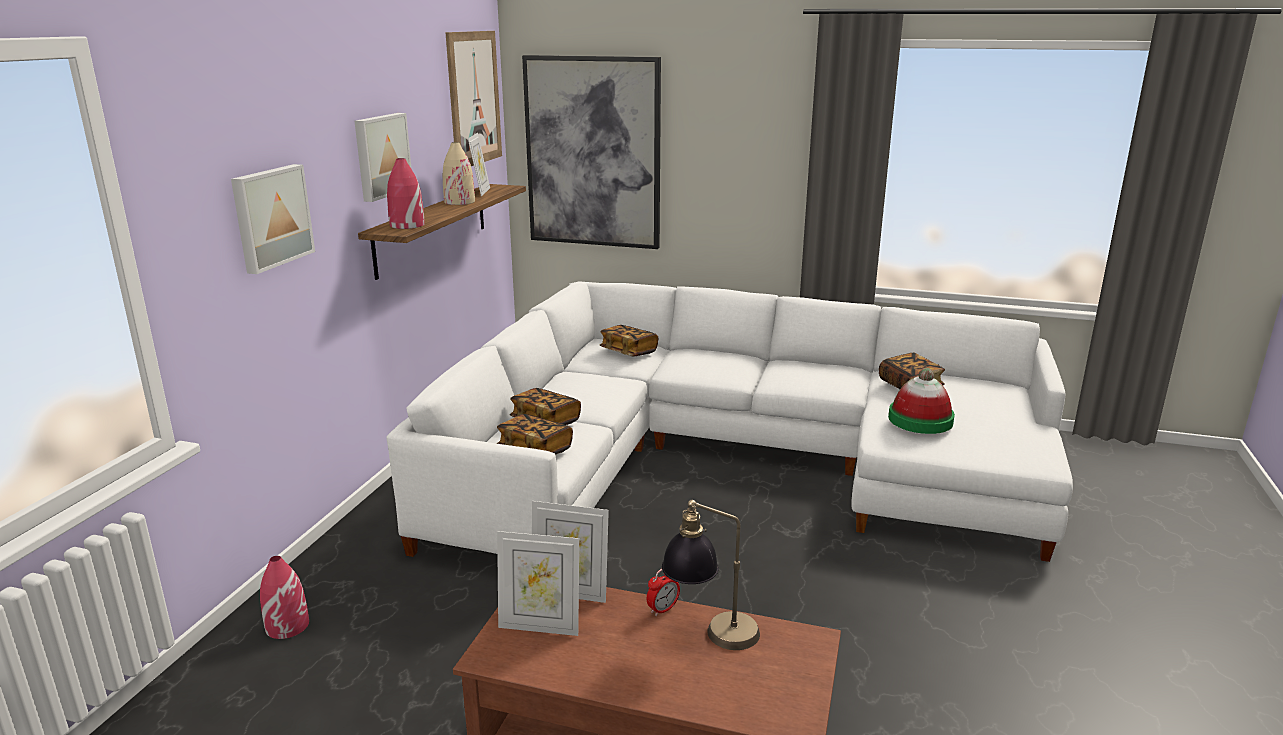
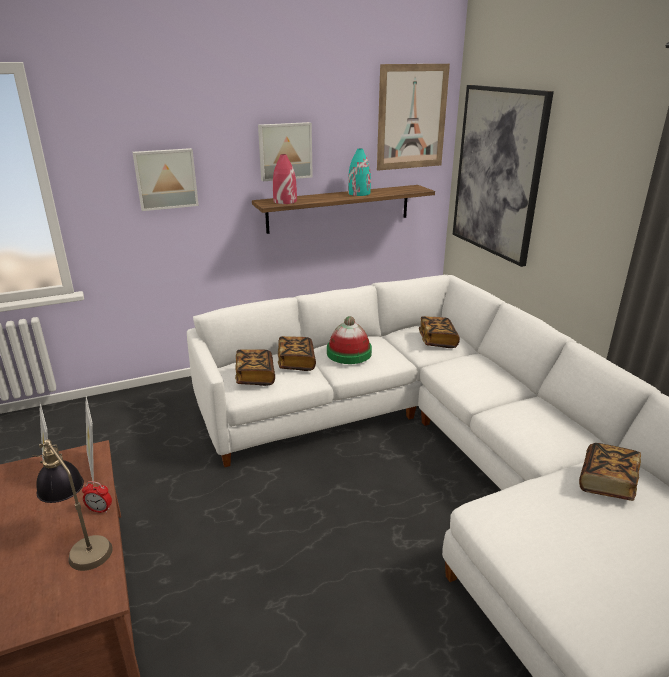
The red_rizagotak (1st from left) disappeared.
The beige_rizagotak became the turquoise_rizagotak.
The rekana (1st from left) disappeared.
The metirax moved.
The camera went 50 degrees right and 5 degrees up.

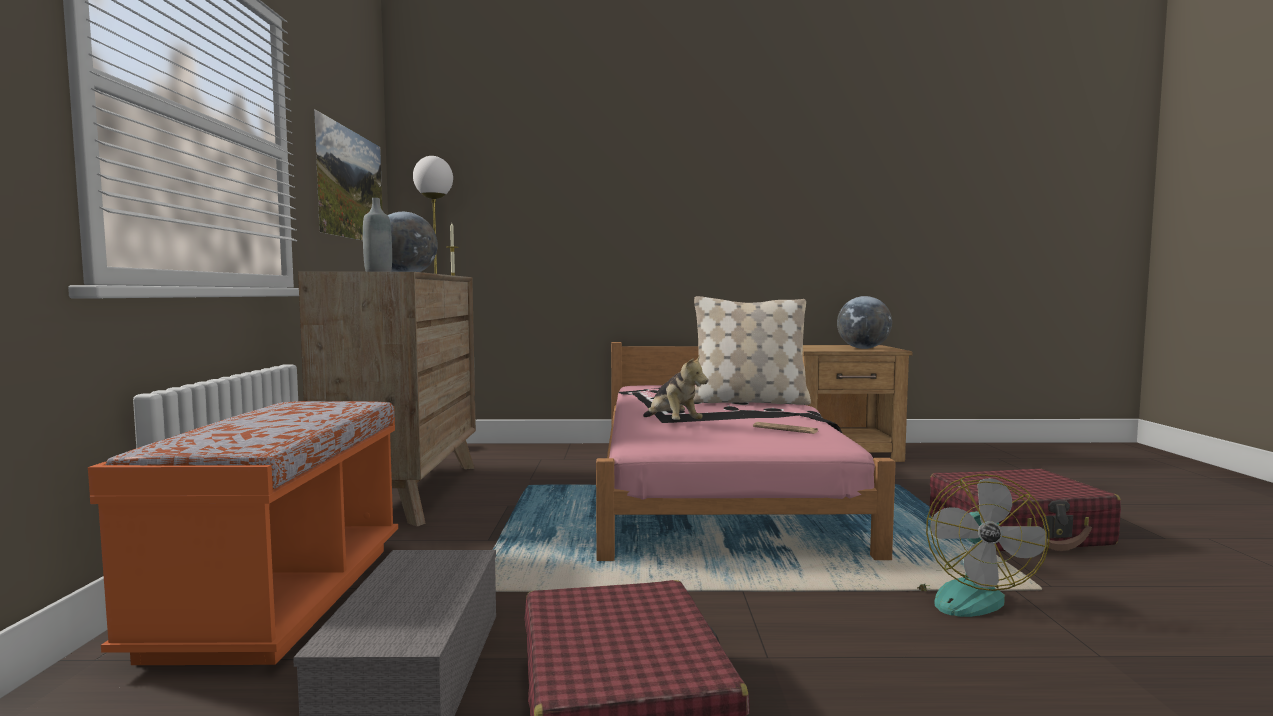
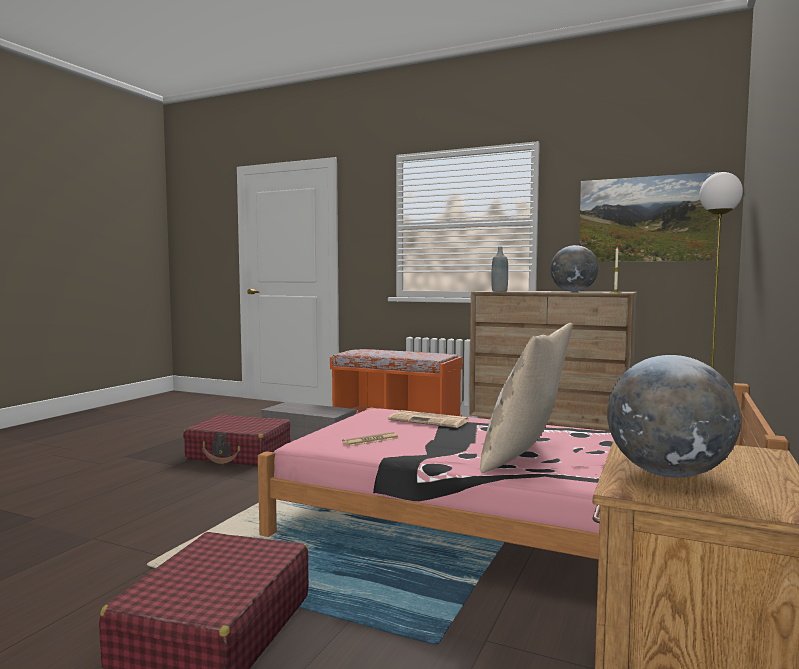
The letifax was replaced by the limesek (2nd from left).
The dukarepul disappeared.
The camera went 115 degrees right and 0 degrees up.

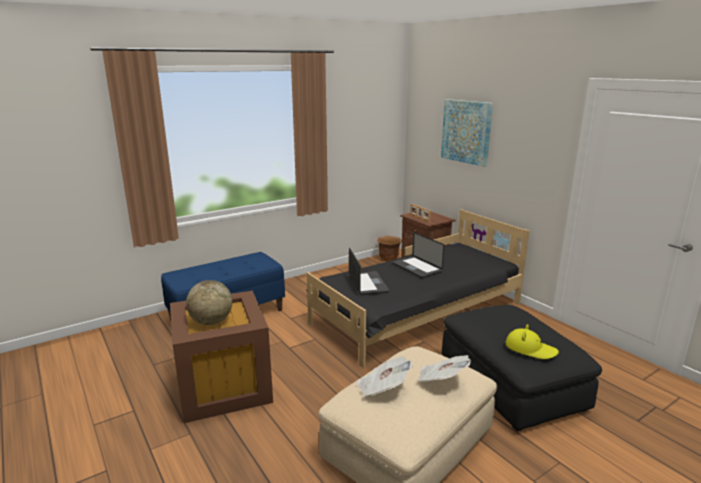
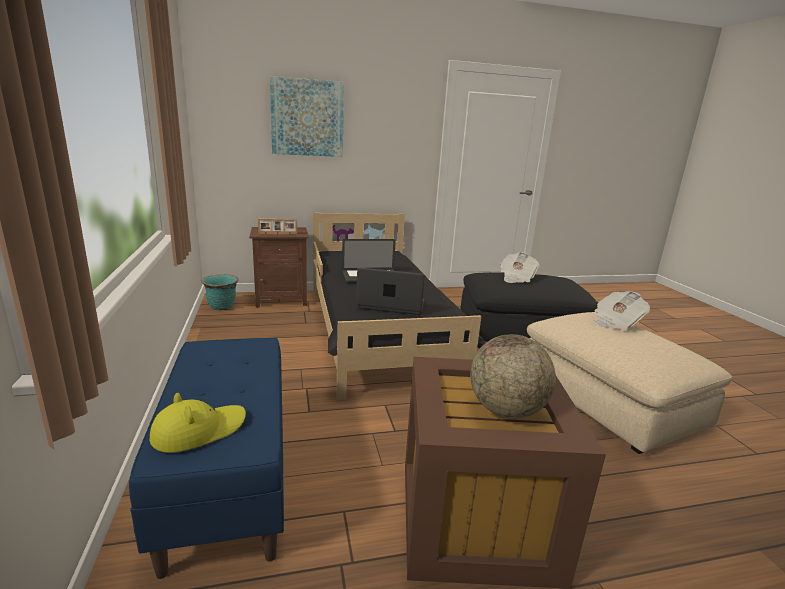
The limesek (1st from left) moved.
The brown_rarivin became the turquoise_rarivin.
The yellow_metirax moved.
The camera went 70 degrees left and 0 degrees up.

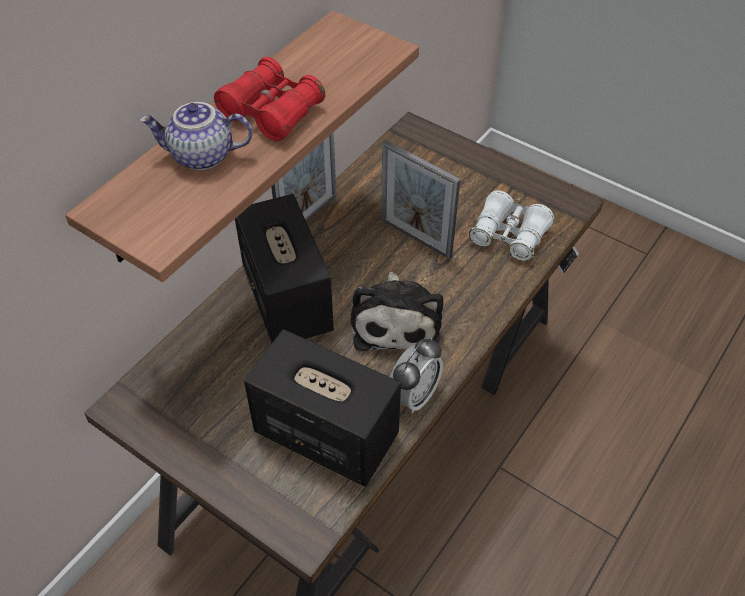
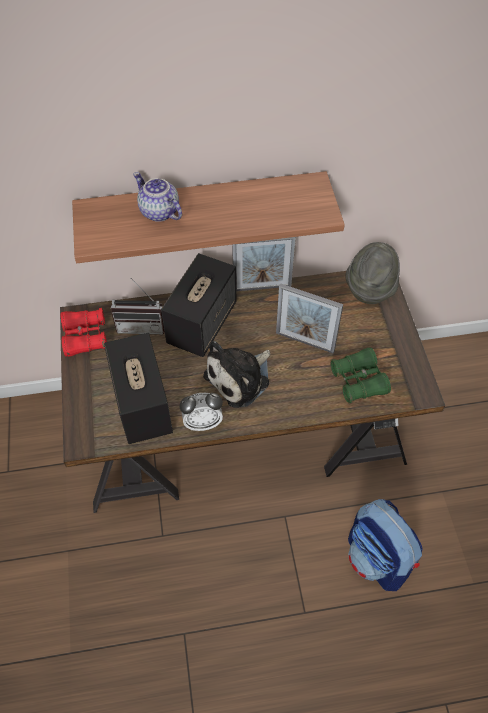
The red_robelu moved.
The rekana (2nd from left) turned 60 degrees counterclockwise.
The white_robelu became the green_robelu.
The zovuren appeared.
The grey_metirax appeared.
The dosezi appeared.
The camera went 45 degrees right and 5 degrees up.

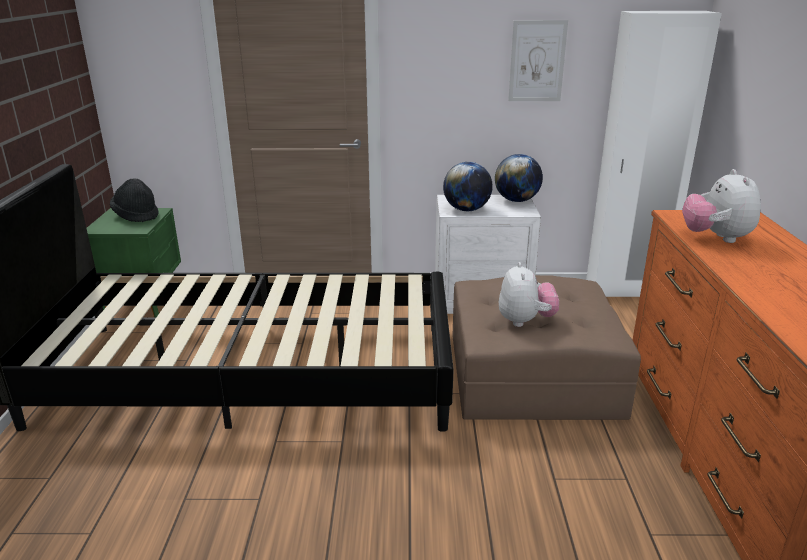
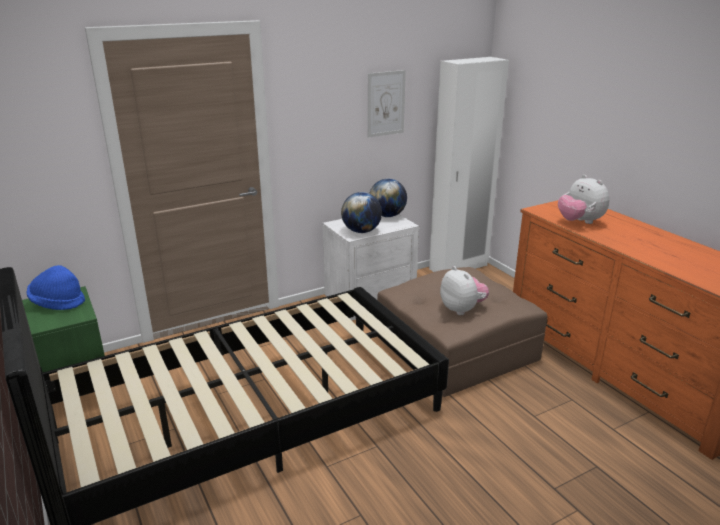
The black_metirax became the blue_metirax.
The camera went 30 degrees left and 0 degrees up.

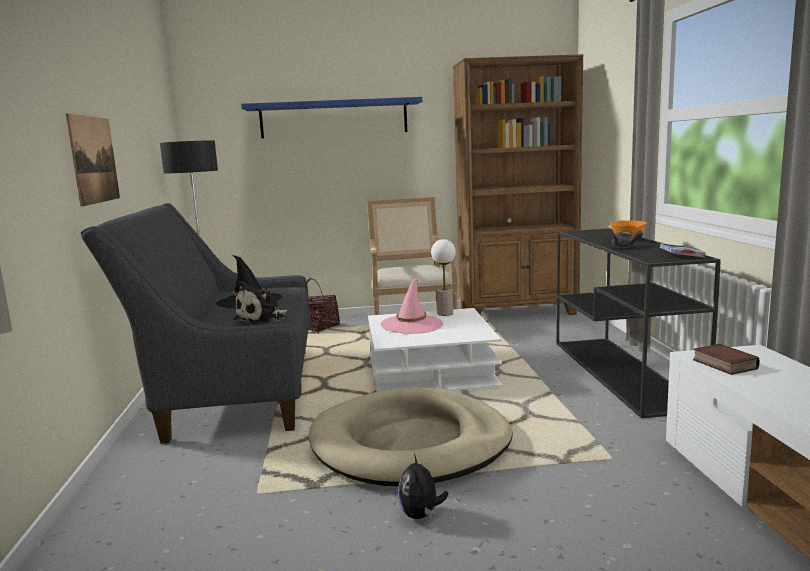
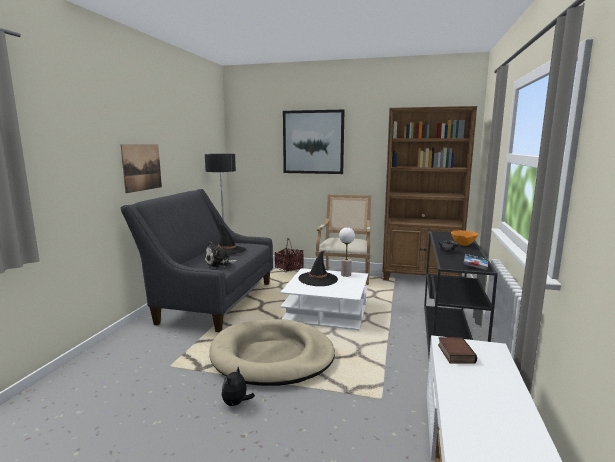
The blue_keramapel was replaced by the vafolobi (2nd from left).
The pink_metirax became the black_metirax (2nd from left).
The camera went 20 degrees right and 0 degrees up.

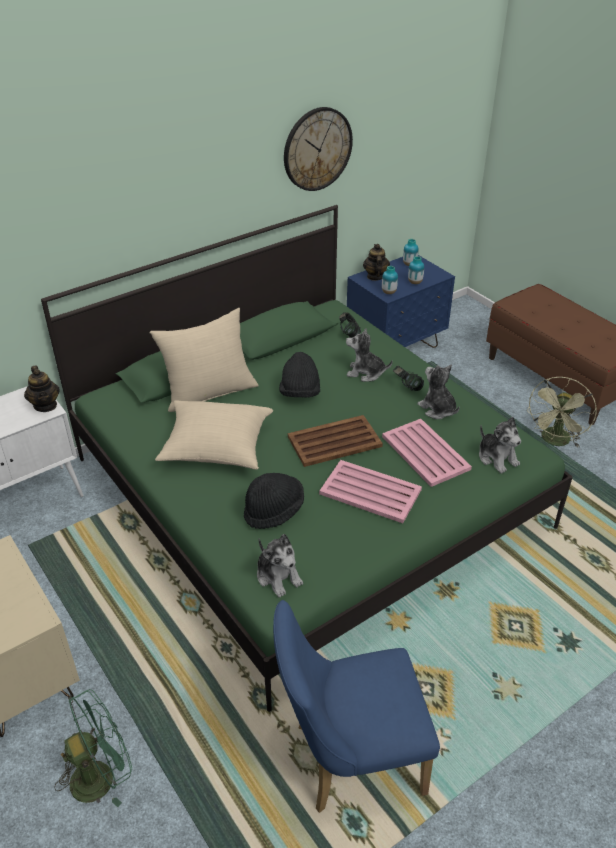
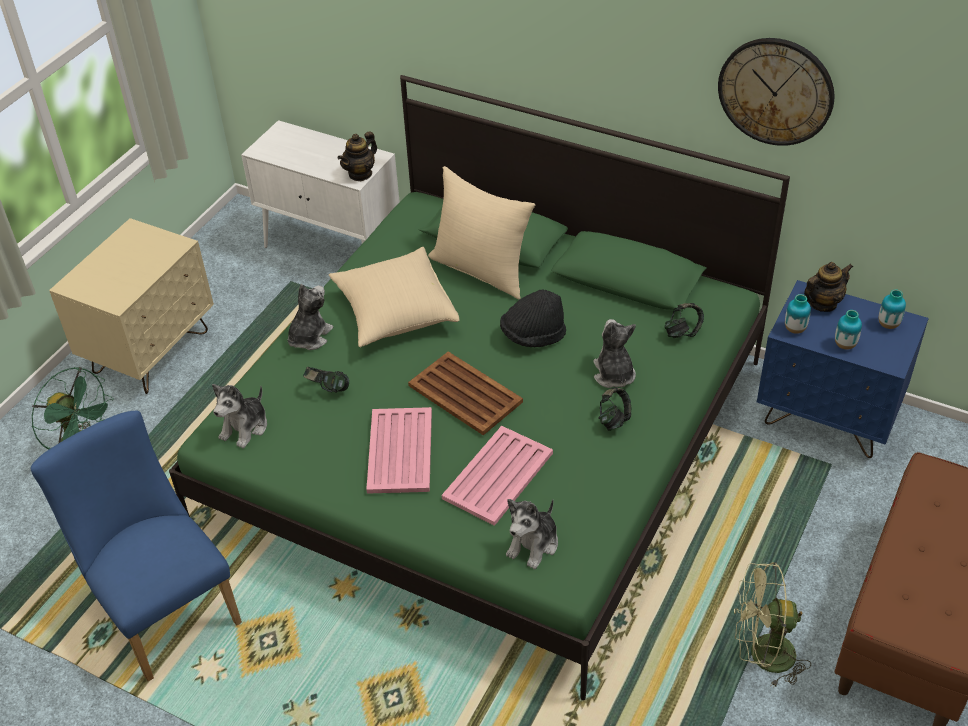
The black_metirax (1st from left) was replaced by the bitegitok (1st from left).
The letifax (3rd from left in the first image) moved.
The camera went 65 degrees right and 5 degrees up.

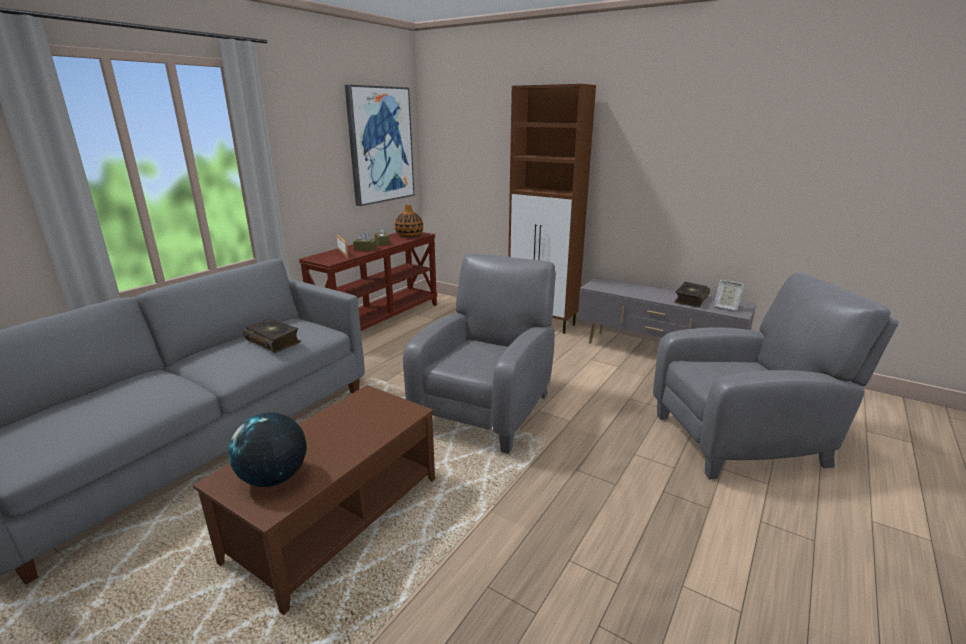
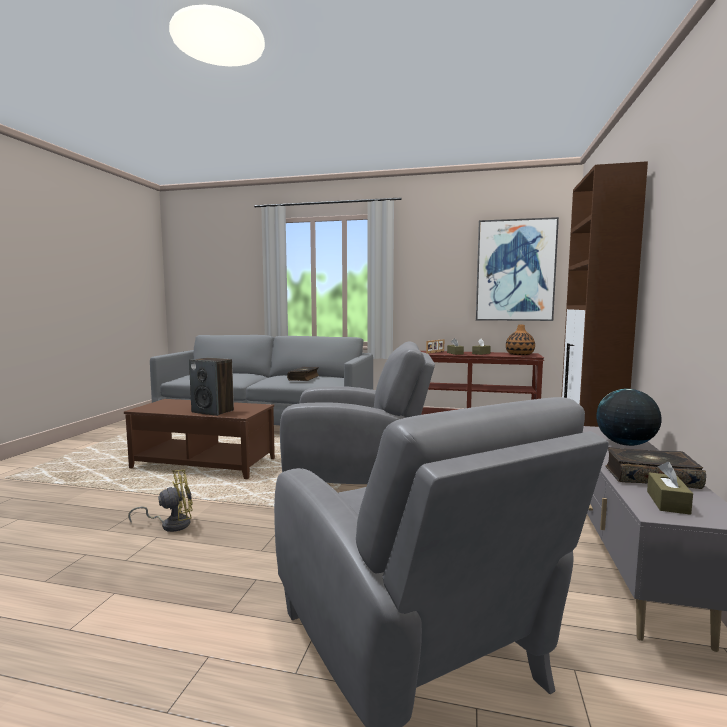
The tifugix moved.
The rekana (2nd from left) was replaced by the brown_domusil (3rd from left).
The yellow_dukarepul appeared.
The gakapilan appeared.
The camera went 70 degrees right and 15 degrees down.

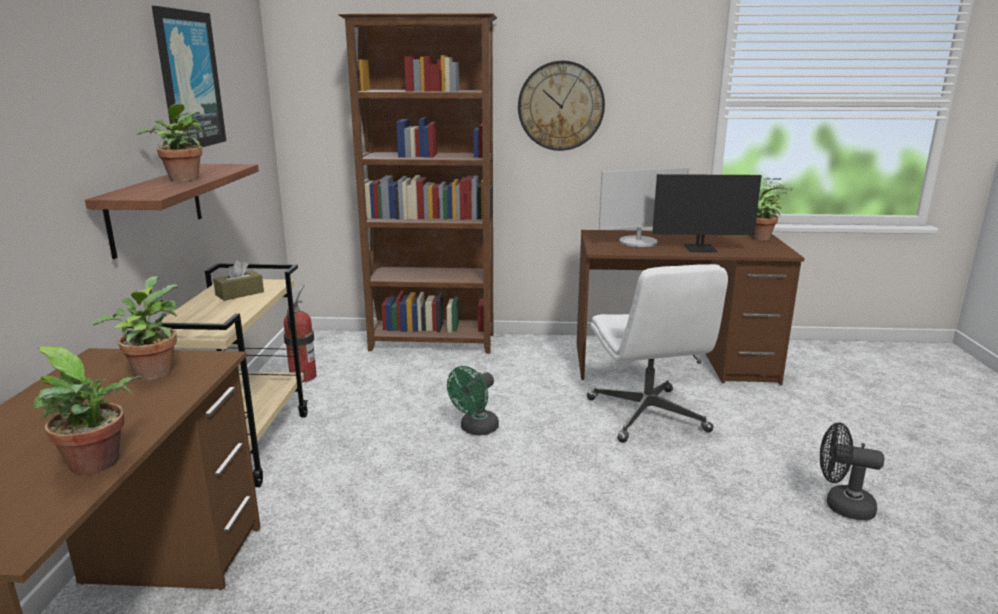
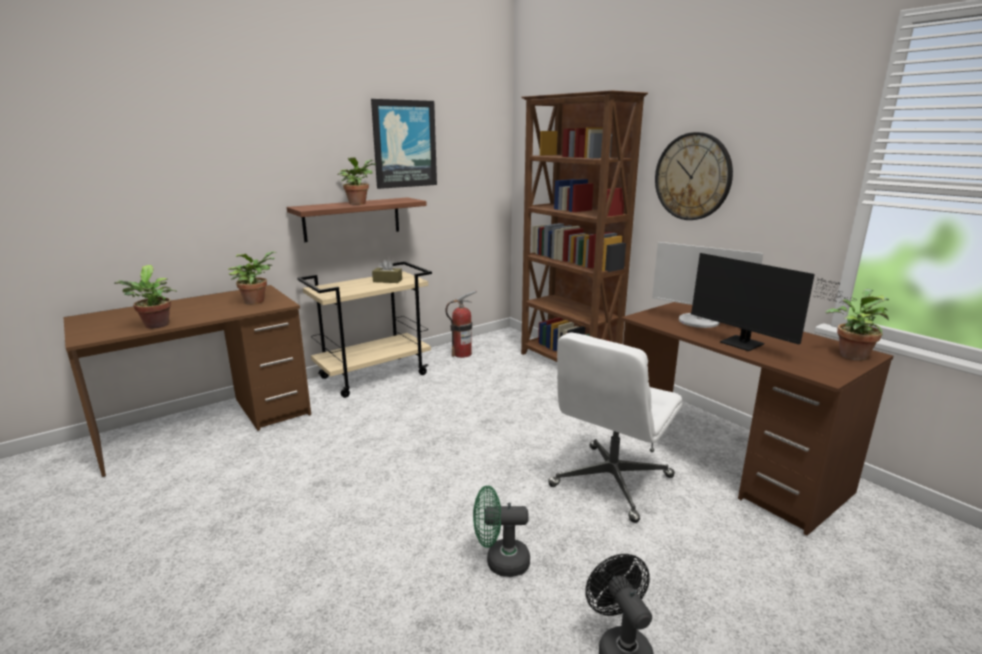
The green_dukarepul moved.
The camera went 50 degrees right and 0 degrees up.

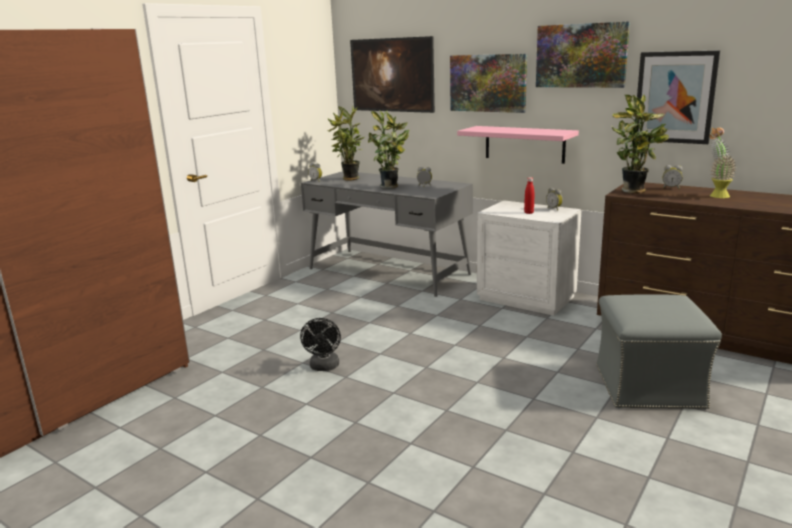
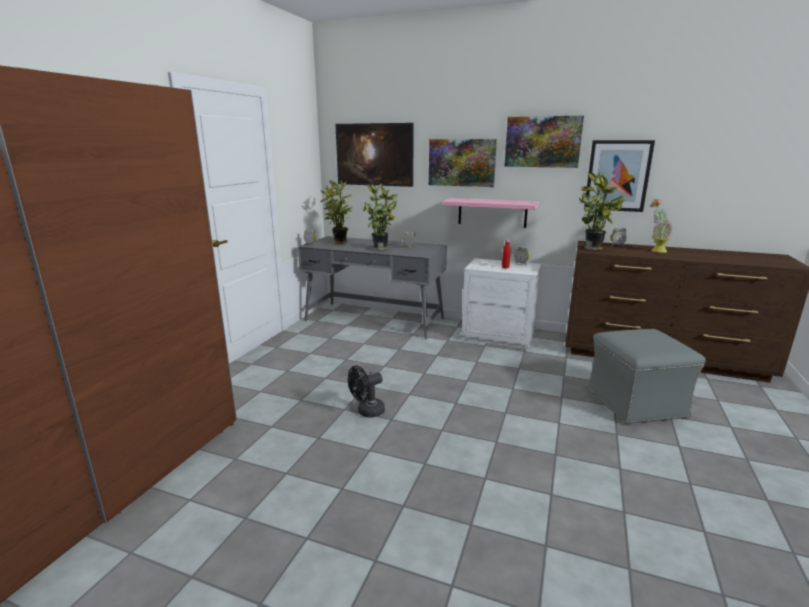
The black_dukarepul turned 75 degrees clockwise.
The camera went 15 degrees left and 0 degrees up.

